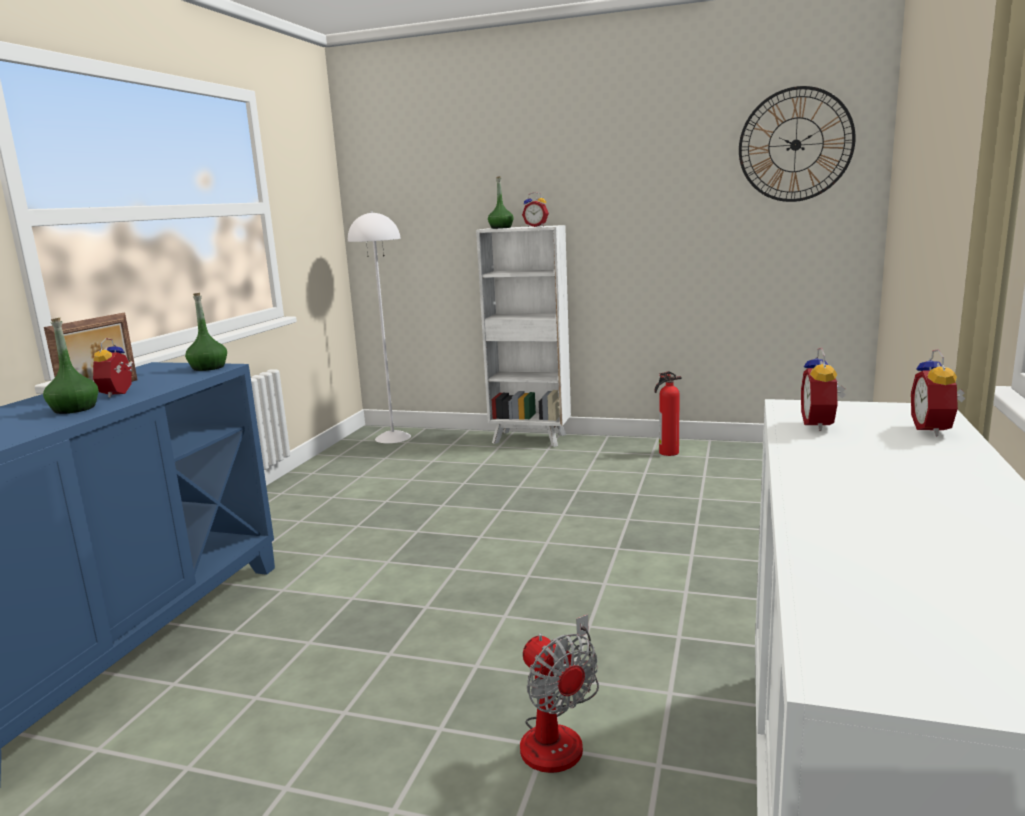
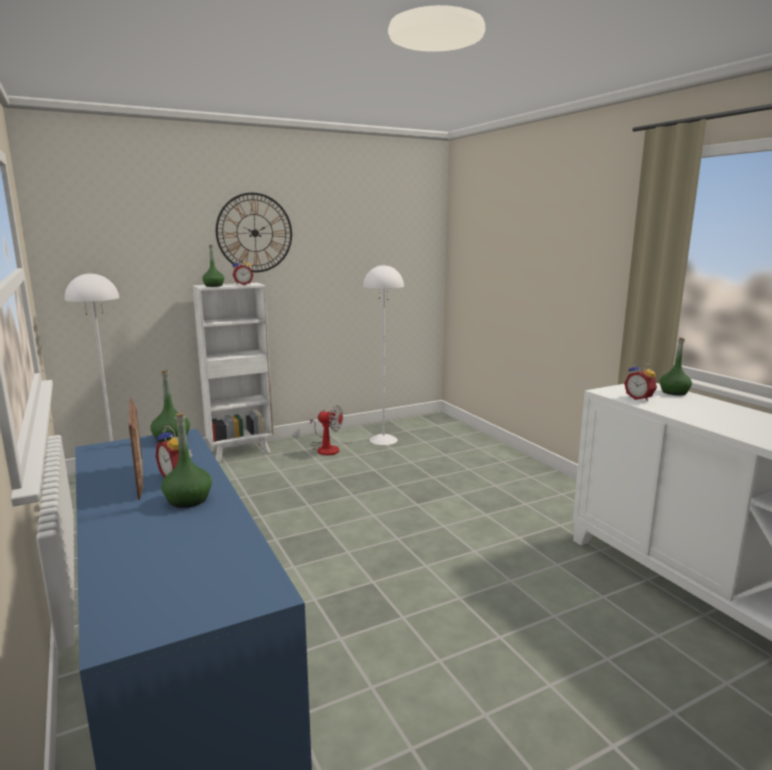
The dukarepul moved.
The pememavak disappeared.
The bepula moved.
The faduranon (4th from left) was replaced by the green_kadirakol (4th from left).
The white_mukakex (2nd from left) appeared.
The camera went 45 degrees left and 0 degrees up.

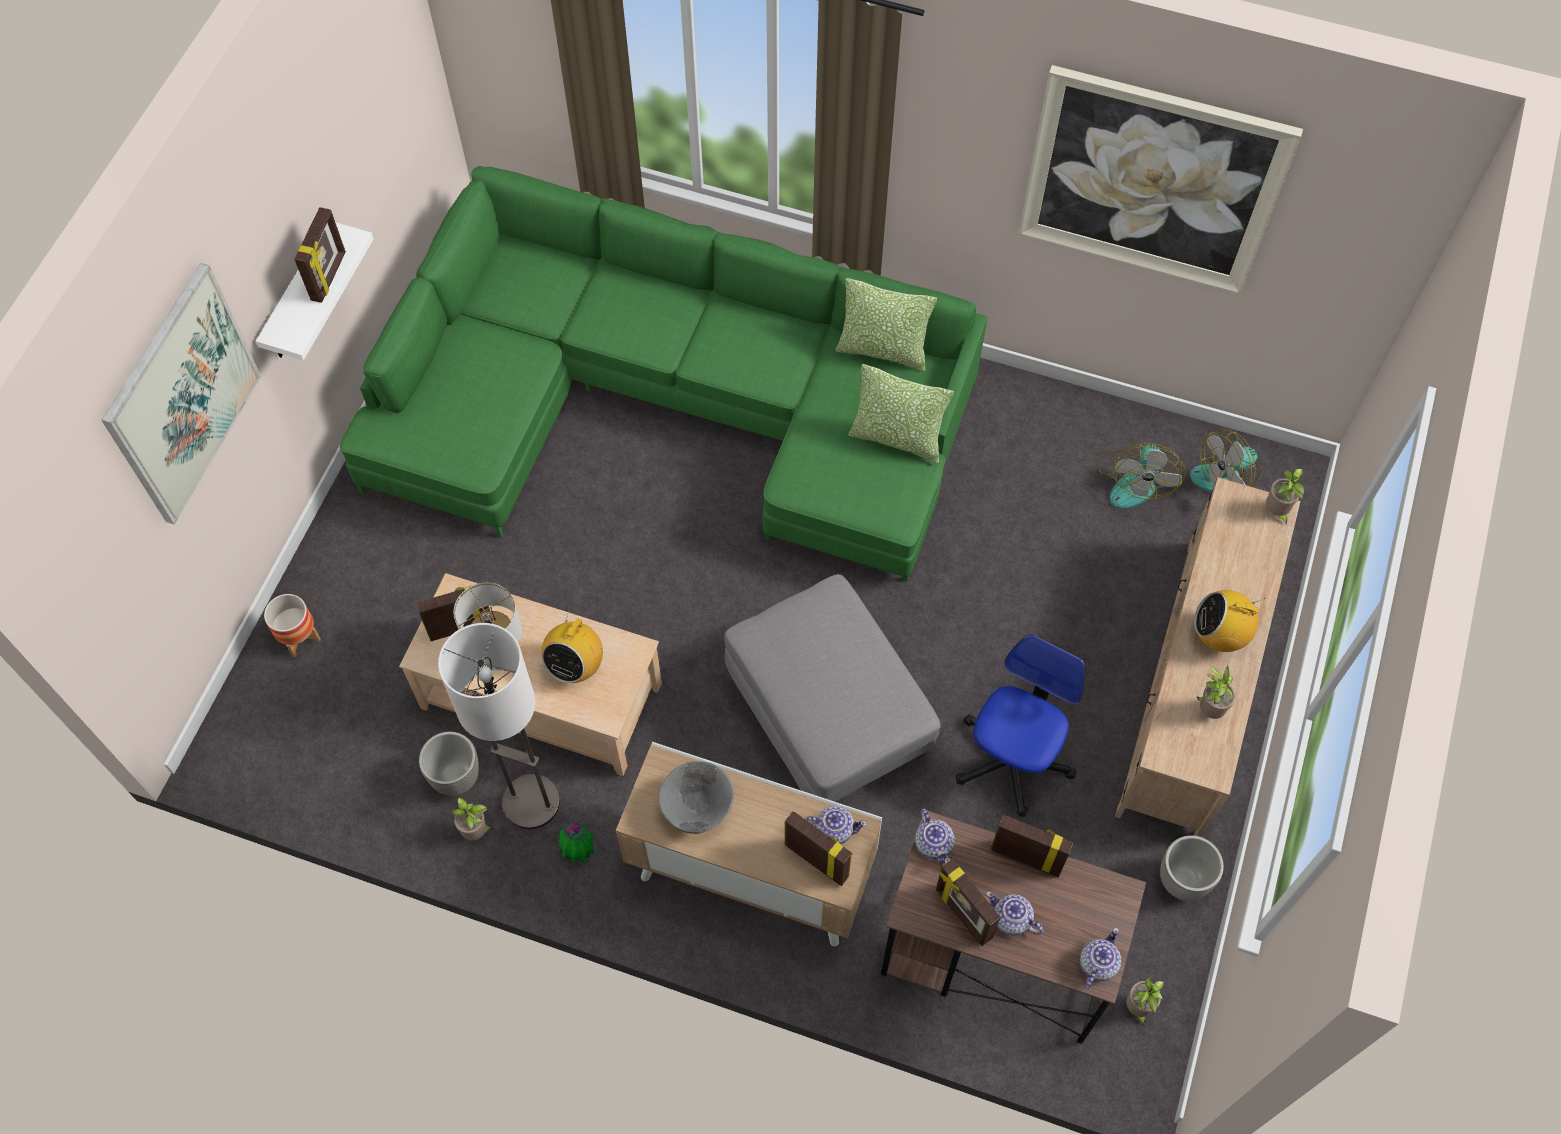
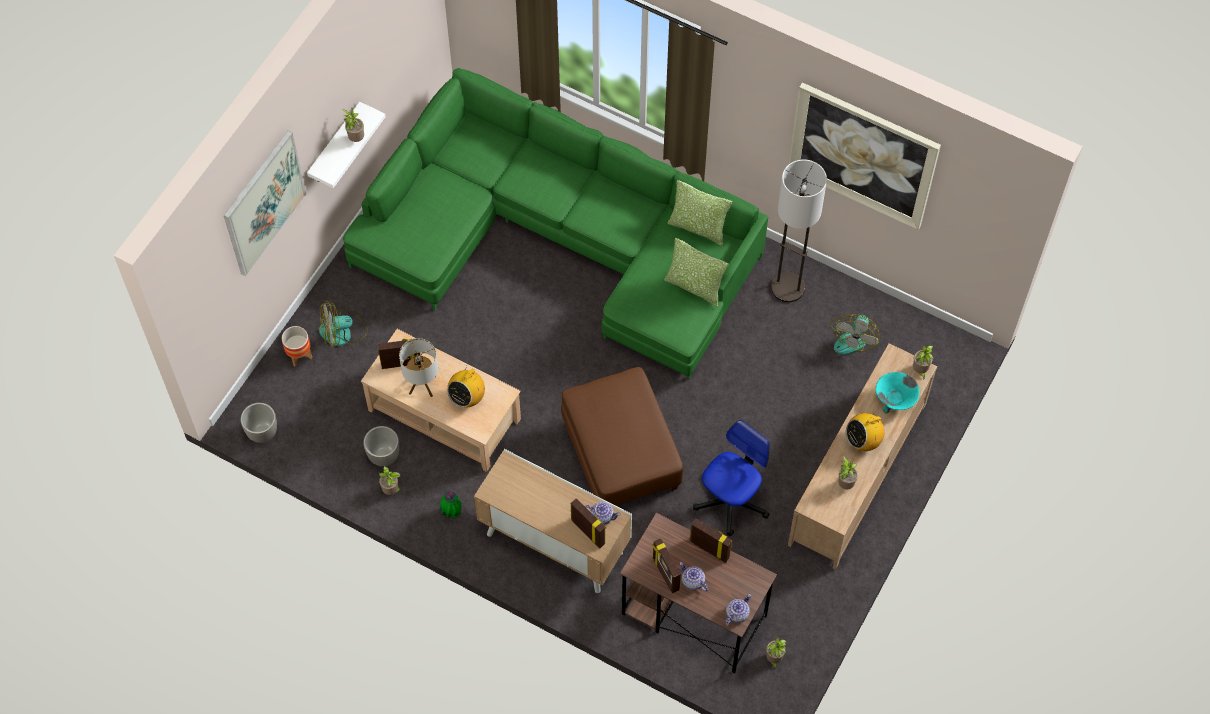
The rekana (1st from left) was replaced by the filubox (1st from left).
The mukakex moved.
The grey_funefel disappeared.
The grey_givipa became the brown_givipa.
The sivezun (2nd from left) disappeared.
The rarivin (3rd from left in the first image) moved.
The dukarepul (2nd from left in the first image) moved.
The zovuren (2nd from left) turned 45 degrees counterclockwise.
The turquoise_funefel appeared.
The camera went 10 degrees right and 0 degrees up.

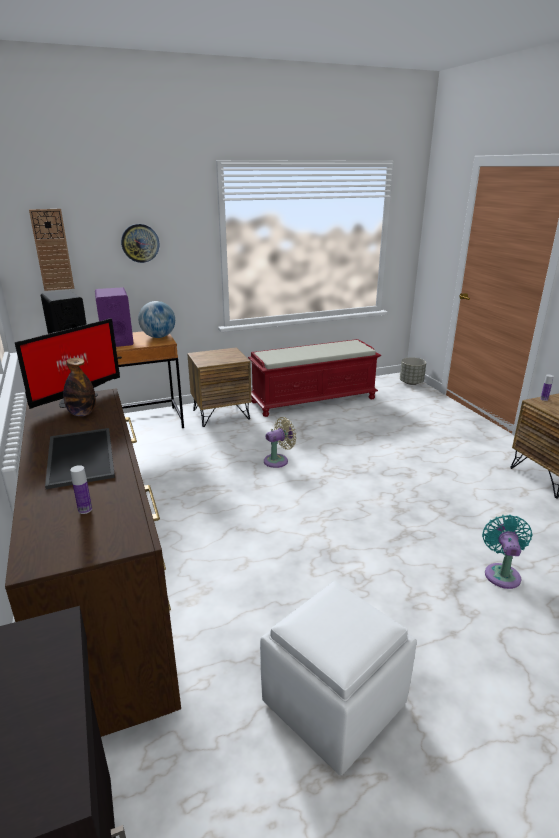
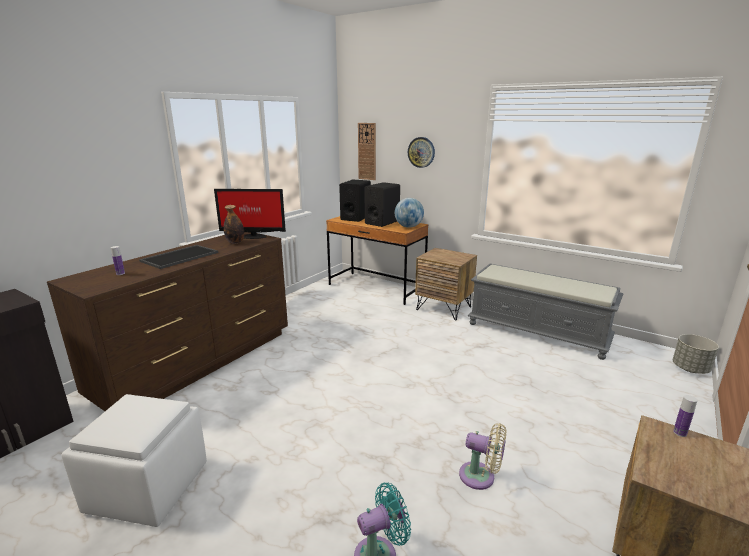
The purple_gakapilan became the black_gakapilan (2nd from left).
The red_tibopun became the grey_tibopun.
The beige_dukarepul moved.
The camera went 55 degrees right and 5 degrees down.

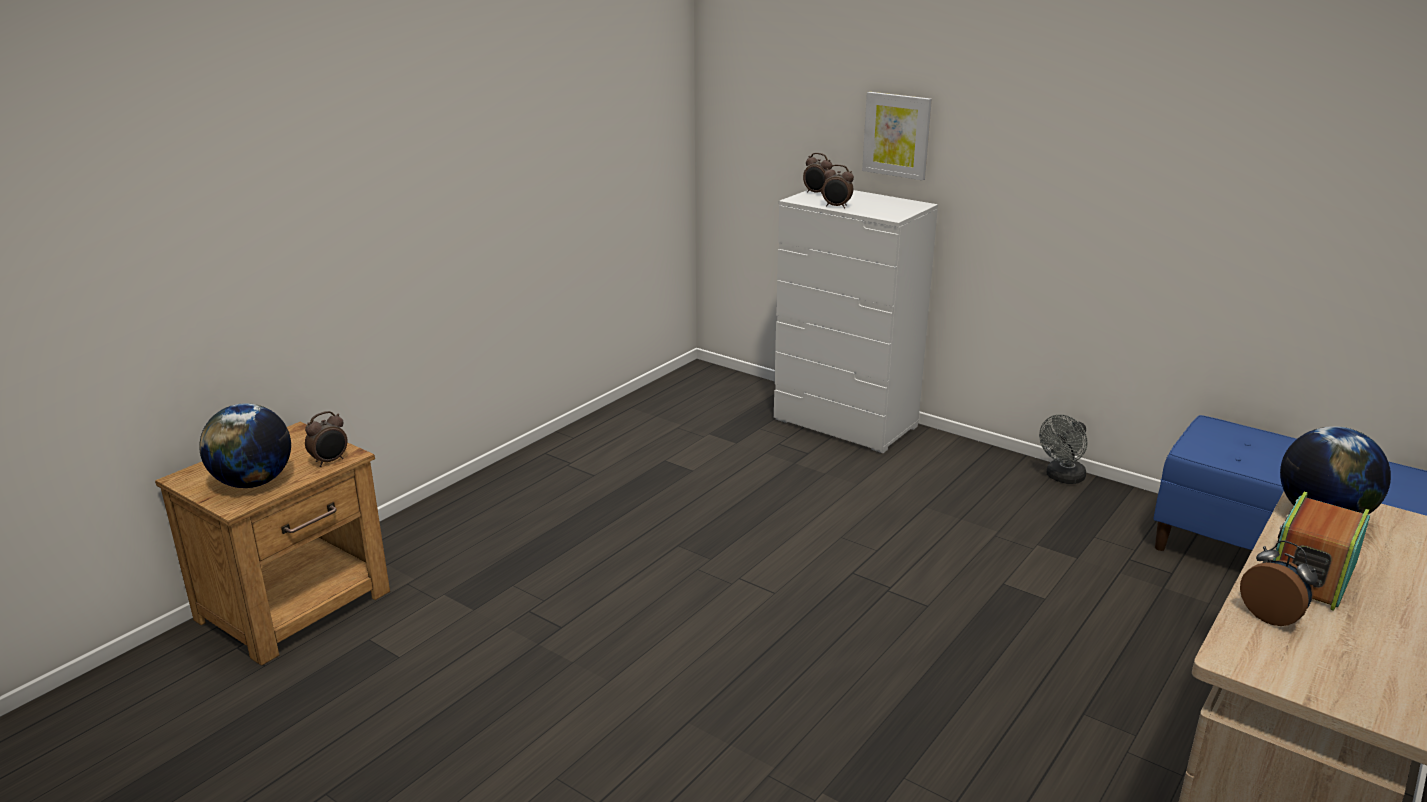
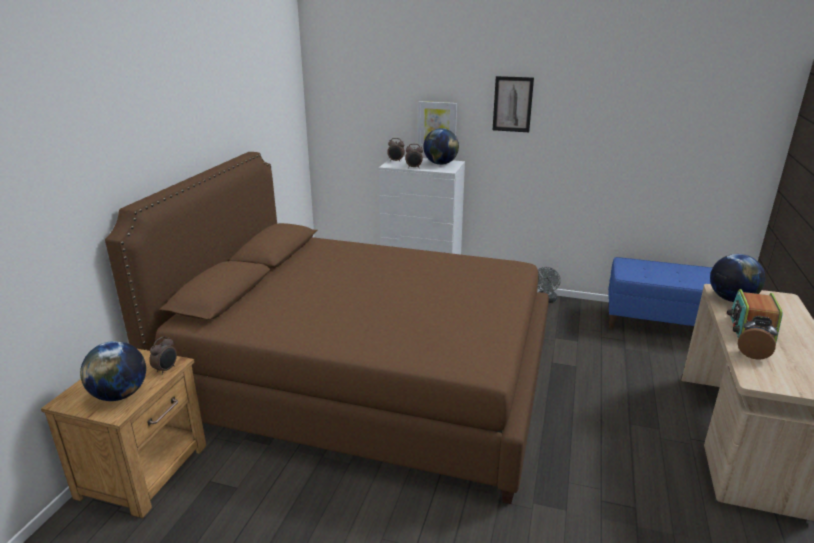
The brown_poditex appeared.
The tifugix (2nd from left) appeared.
The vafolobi (2nd from left) appeared.
The camera went 20 degrees left and 0 degrees up.

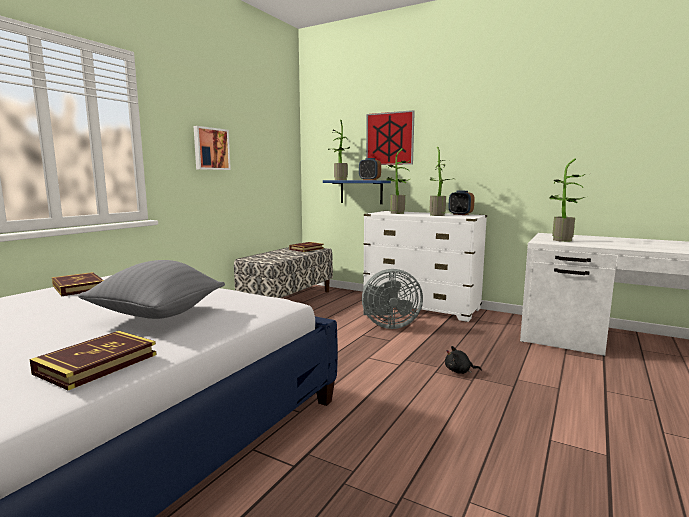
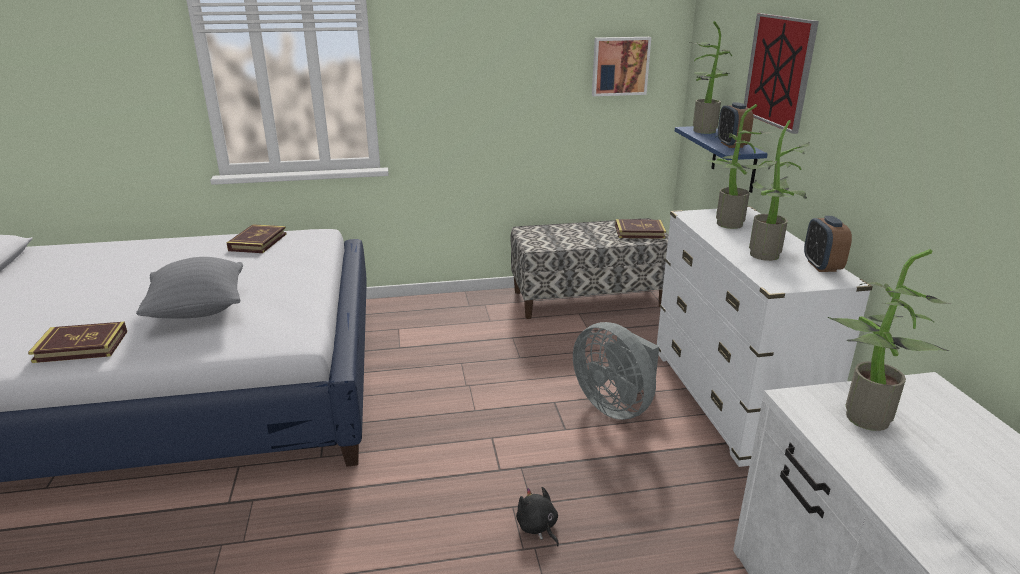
The vafolobi (1st from left) moved.
The camera went 50 degrees right and 15 degrees up.

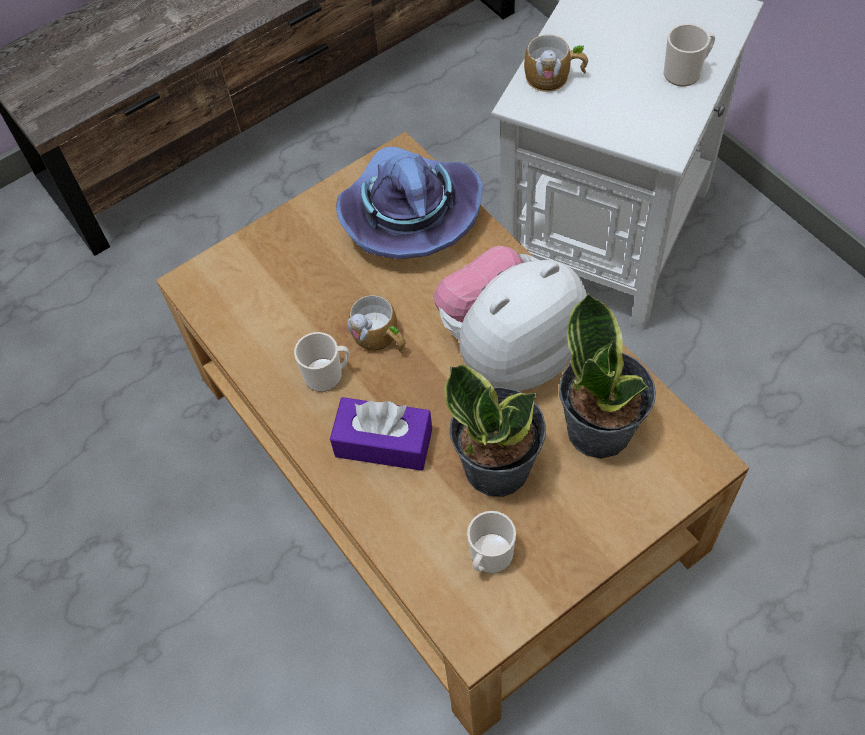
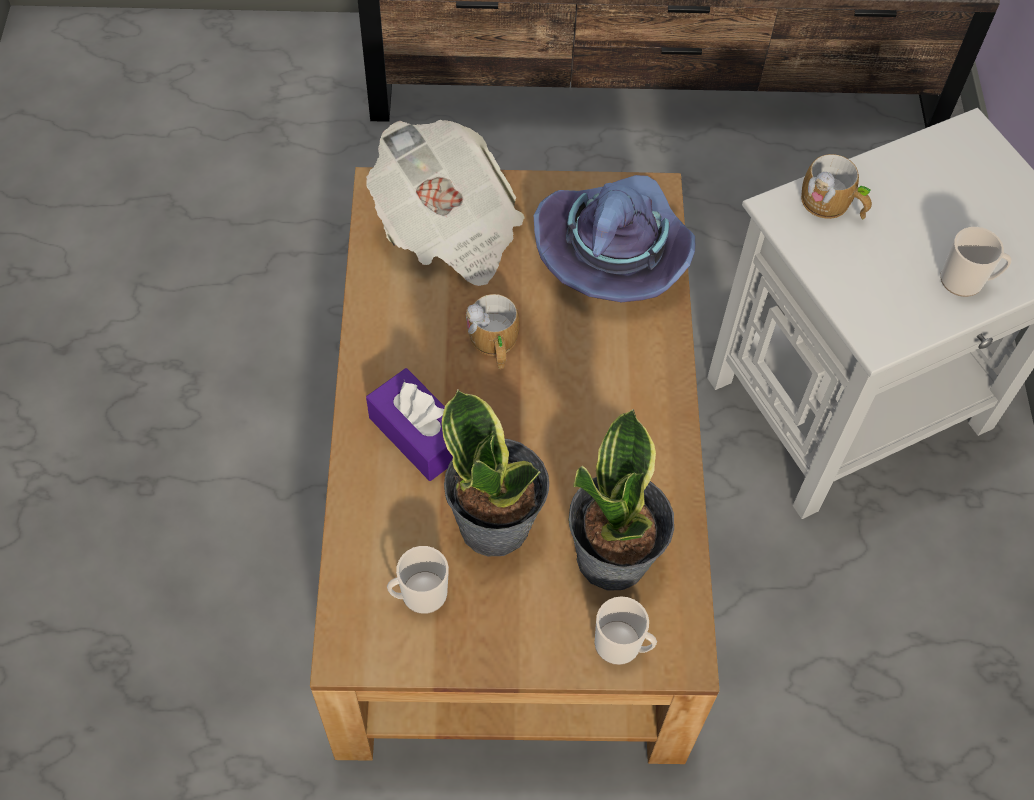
The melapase (1st from left in the first image) moved.
The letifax disappeared.
The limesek appeared.
The camera went 30 degrees right and 0 degrees up.

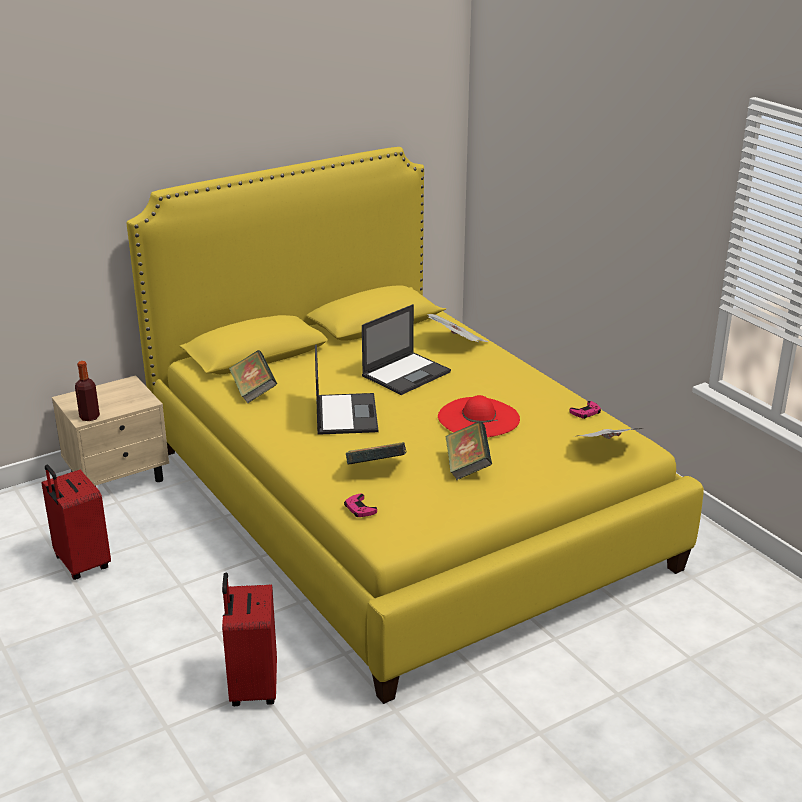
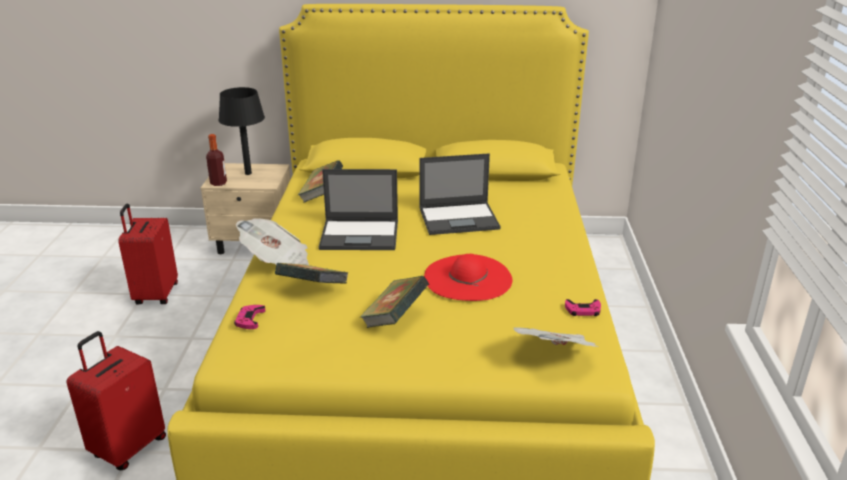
The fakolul (1st from left) turned 60 degrees clockwise.
The limesek (1st from left) moved.
The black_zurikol appeared.
The camera went 35 degrees right and 0 degrees up.

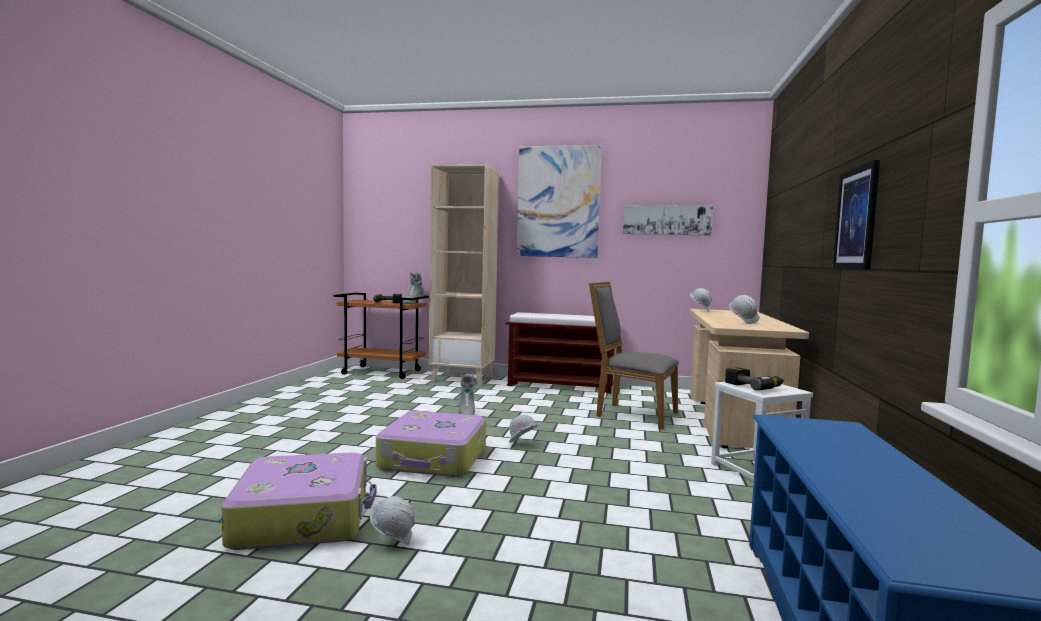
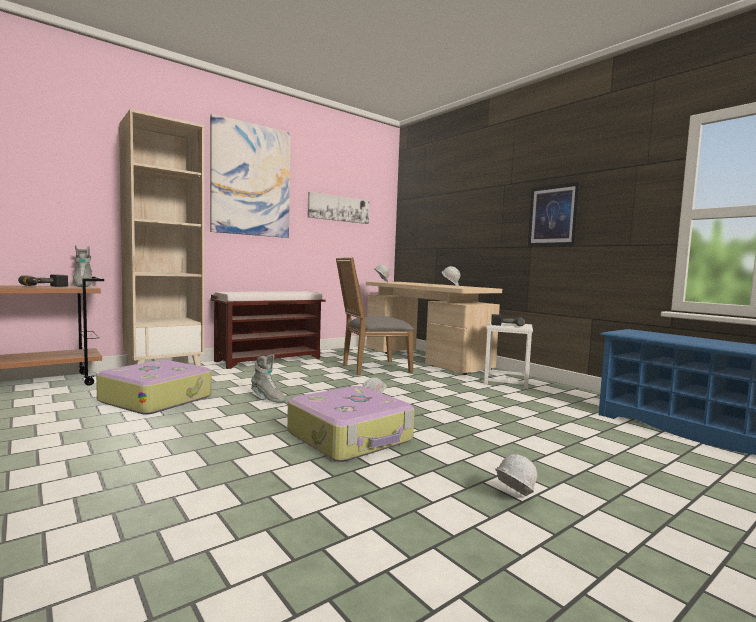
The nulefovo (1st from left) moved.
The camera went 50 degrees left and 0 degrees up.

